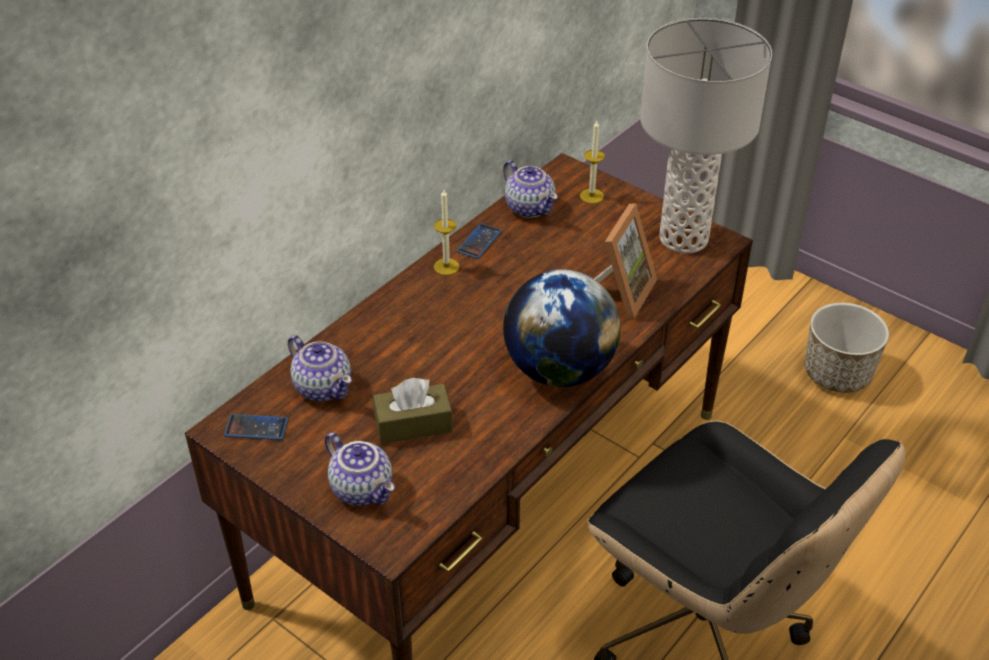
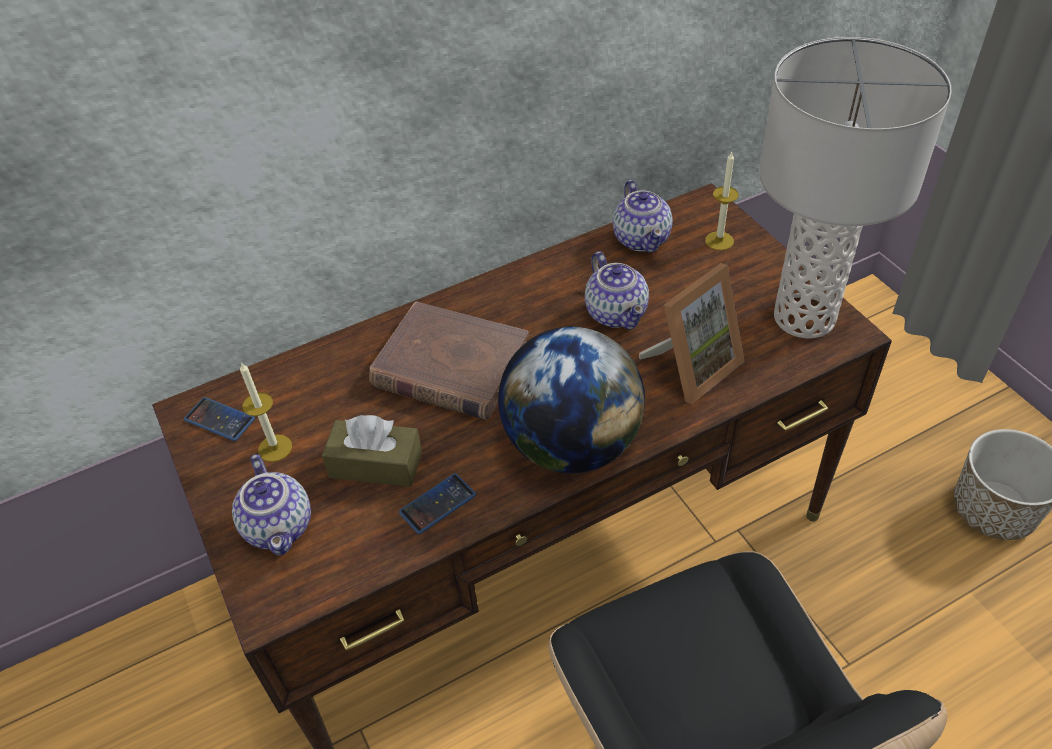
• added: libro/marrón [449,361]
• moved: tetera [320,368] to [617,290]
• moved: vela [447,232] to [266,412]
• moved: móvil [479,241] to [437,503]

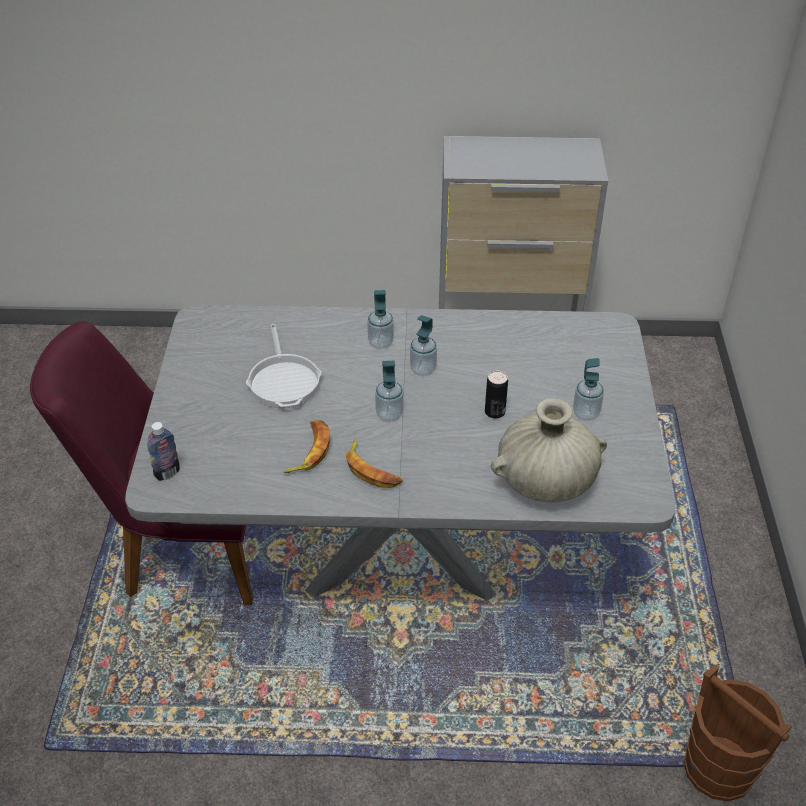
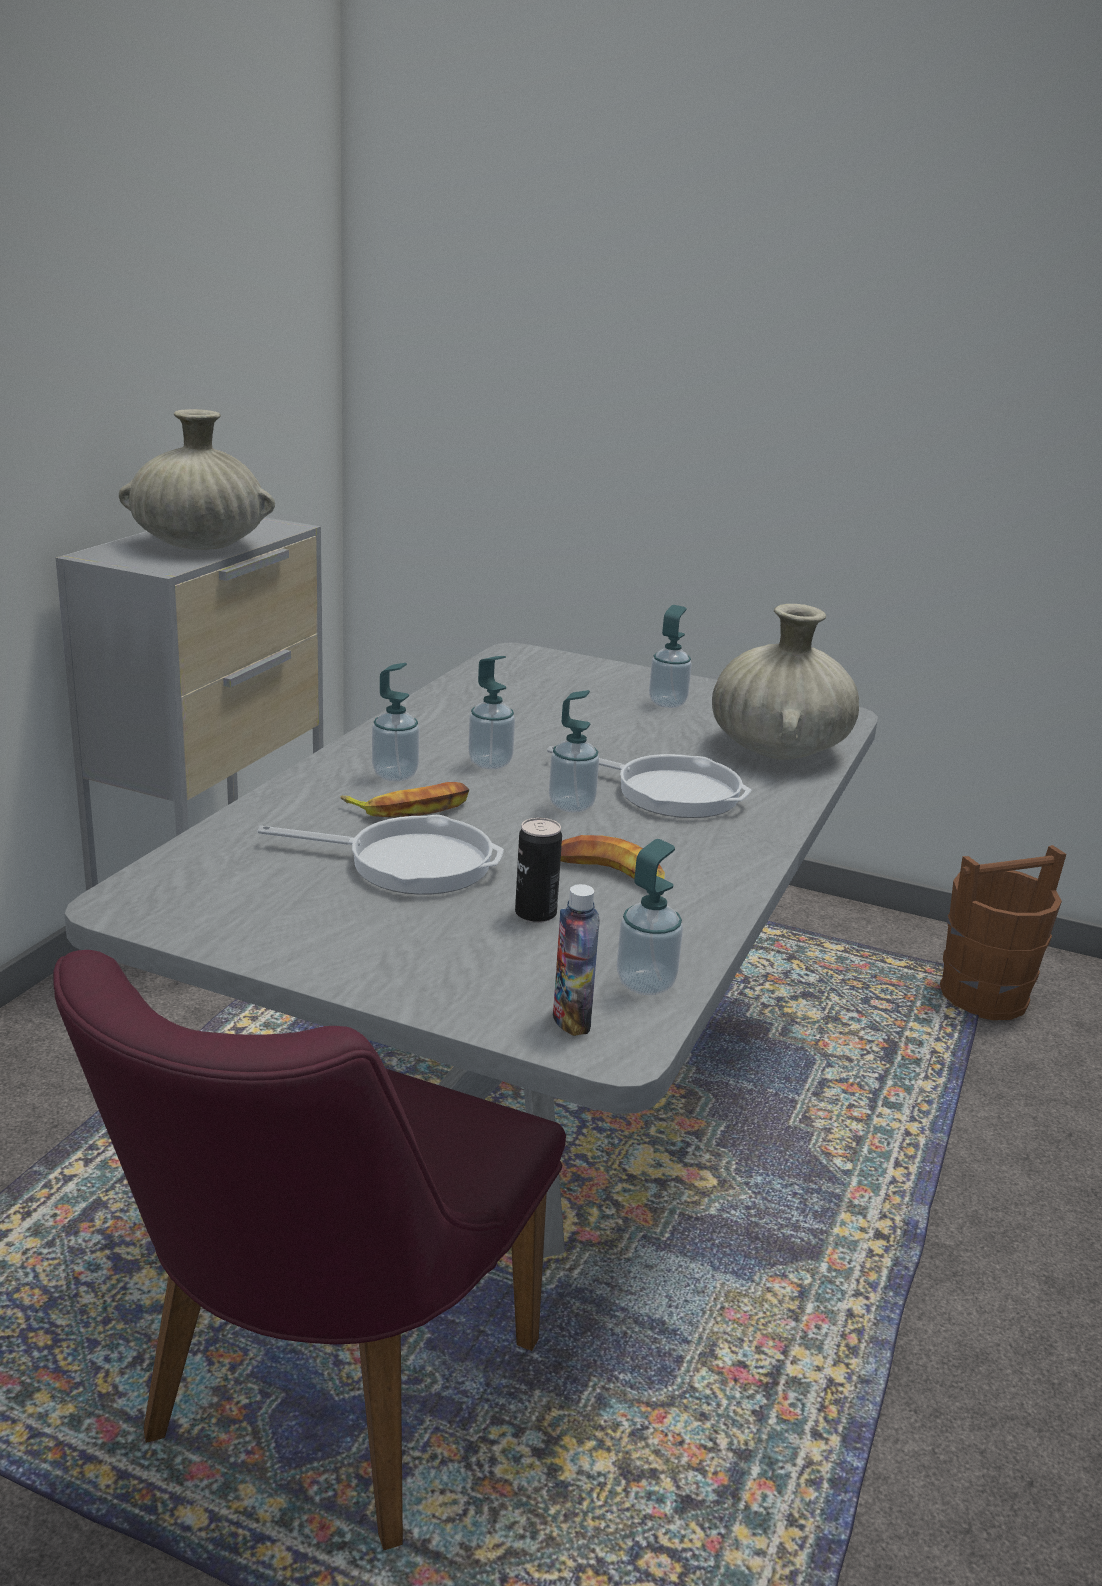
• added: florero/beis [197,479]
• added: sartén [649,782]
• added: dispensador de jabón [650,917]
• moved: plátano [374,463] to [405,800]
• moved: lata [496,394] to [538,870]

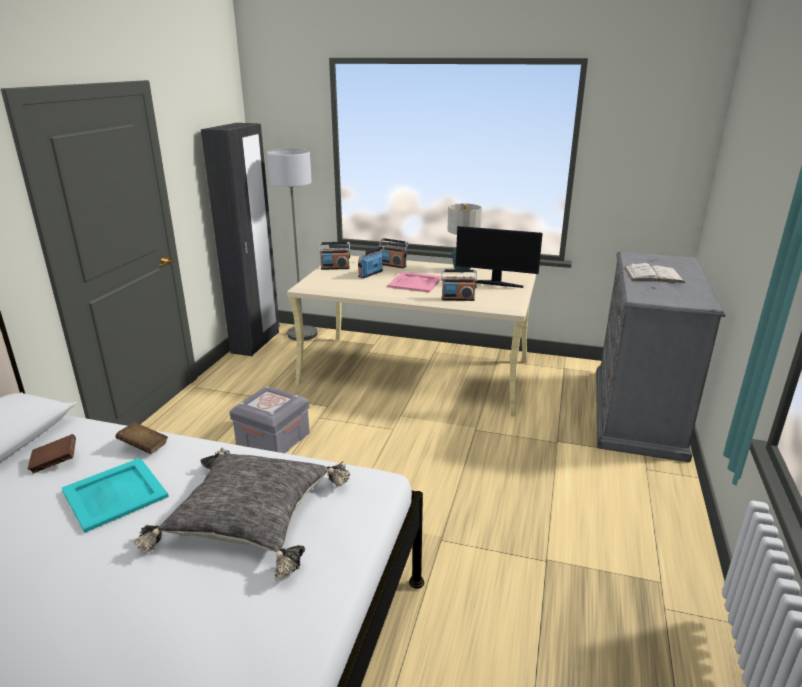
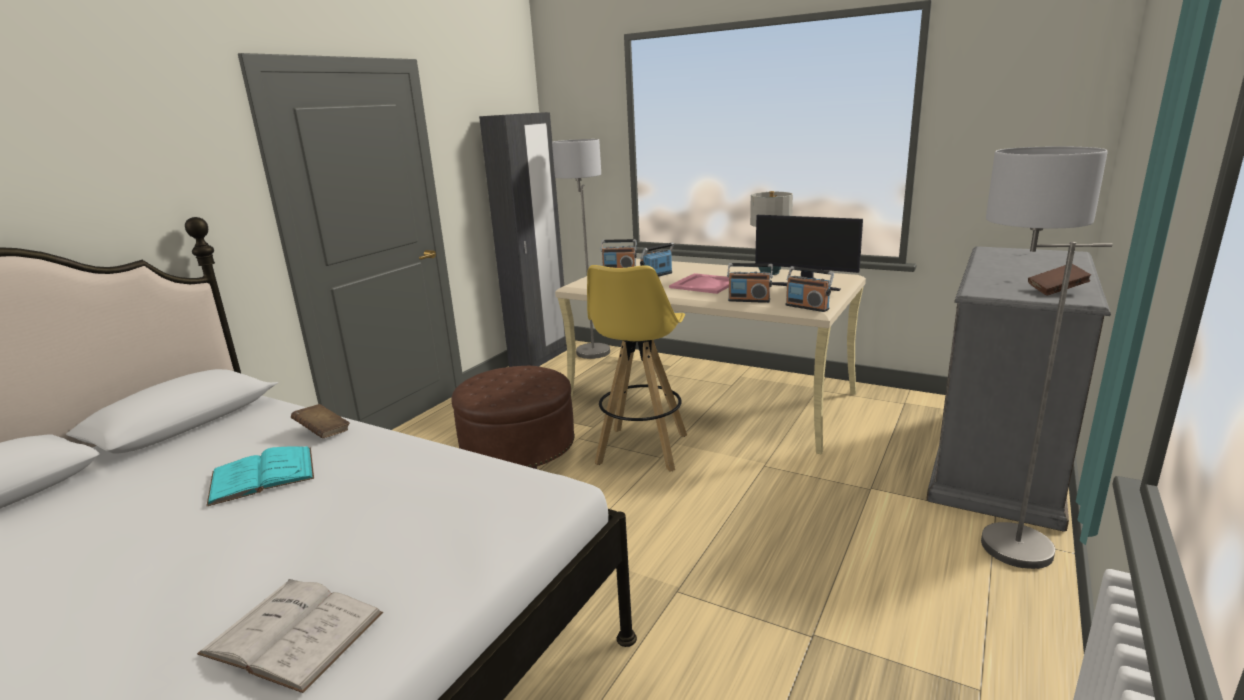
• removed: cojín [242,514]
• added: taburete/amarillo [637,368]
• added: lámpara de pie/gris [1047,357]
• moved: libro/marrón [52,453] to [1059,279]
• moved: radio [393,253] to [810,289]
• moved: libro/blanco [654,273] to [290,636]
• replaced: bandeja/turquesa [115,495] to libro/turquesa [260,476]
• replaced: caja de almacenaje/gris [270,419] to puf/marrón [513,417]

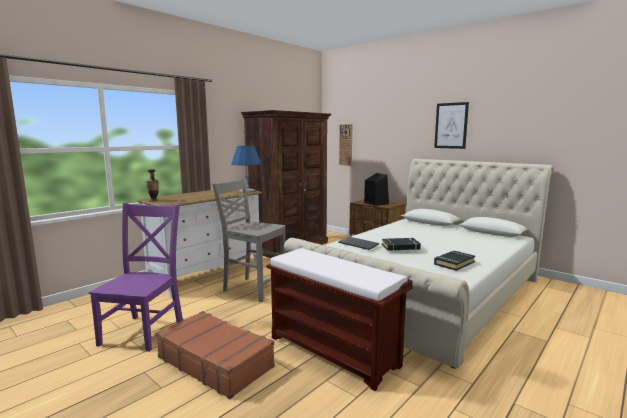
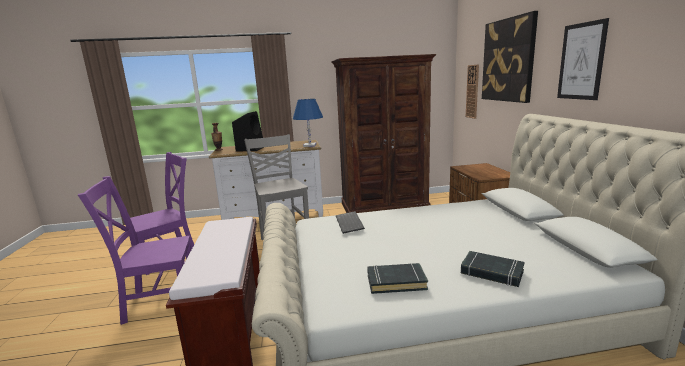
• added: cuadro [510,57]
• moved: altavoz/negro [376,189] to [248,131]
• moved: libro/negro [401,244] to [493,269]
• replaced: maleta/marrón [215,355] to silla/morado [134,250]

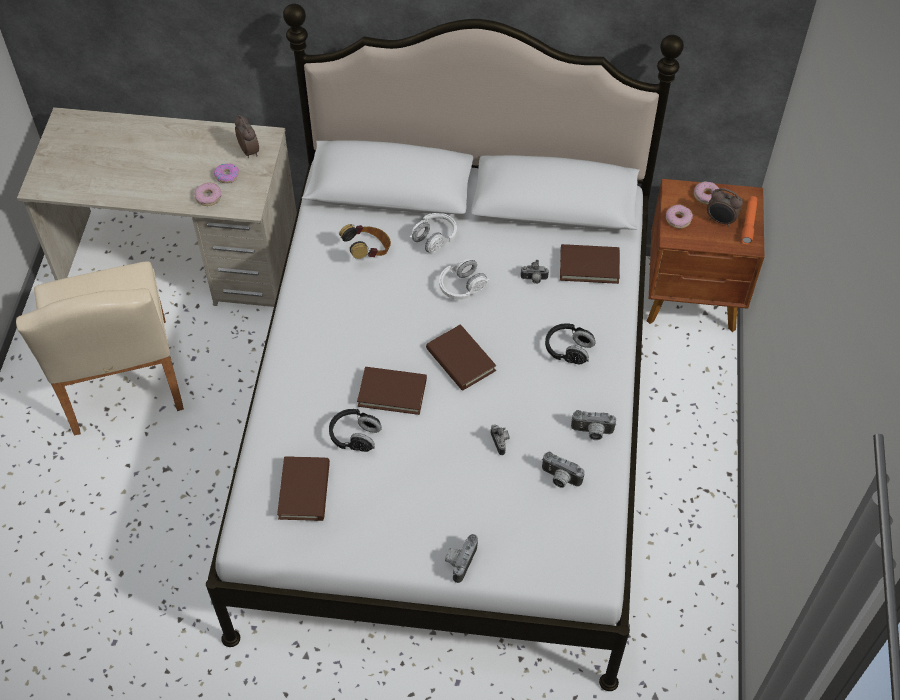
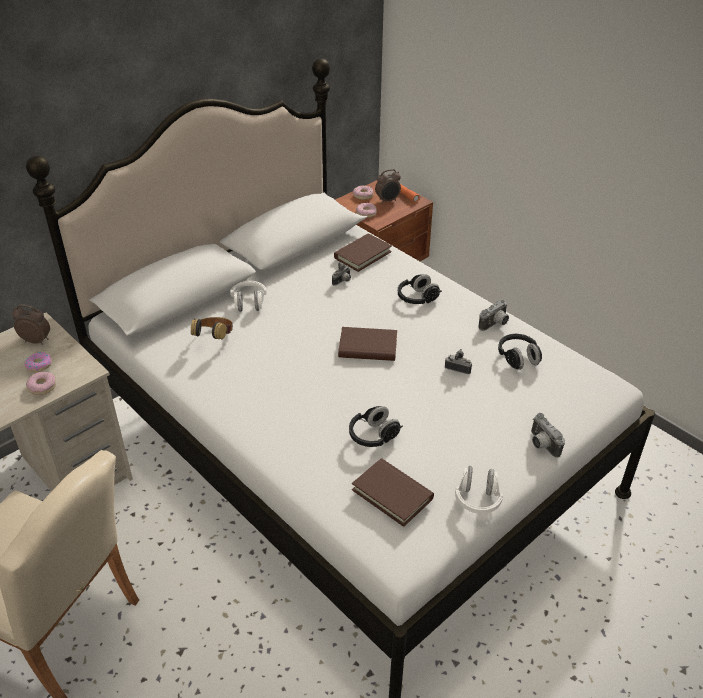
• removed: libro/marrón [392,391]
• moved: auriculares/blanco [464,279] to [479,490]
• replaced: cámara [563,470] to auriculares/negro [520,352]

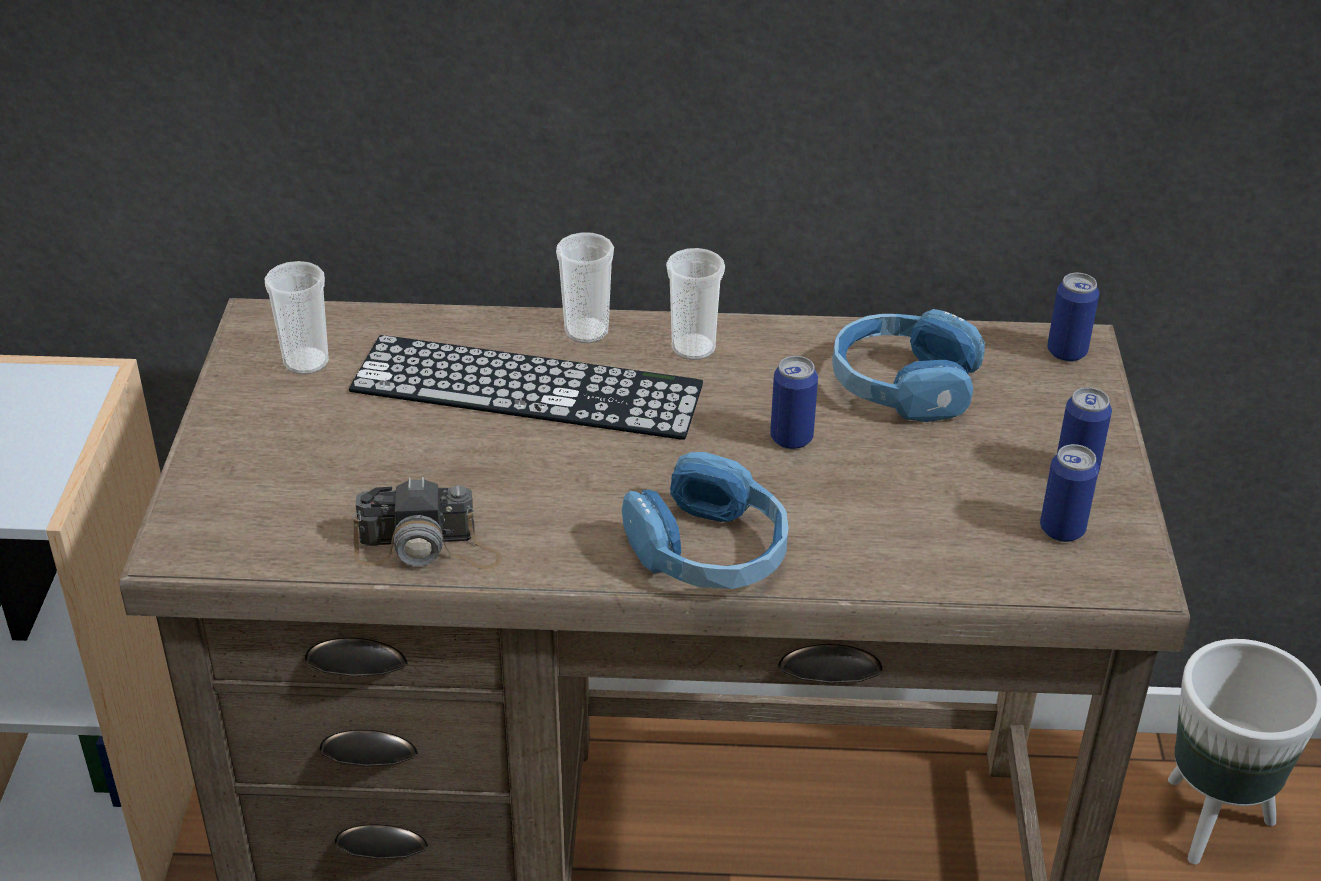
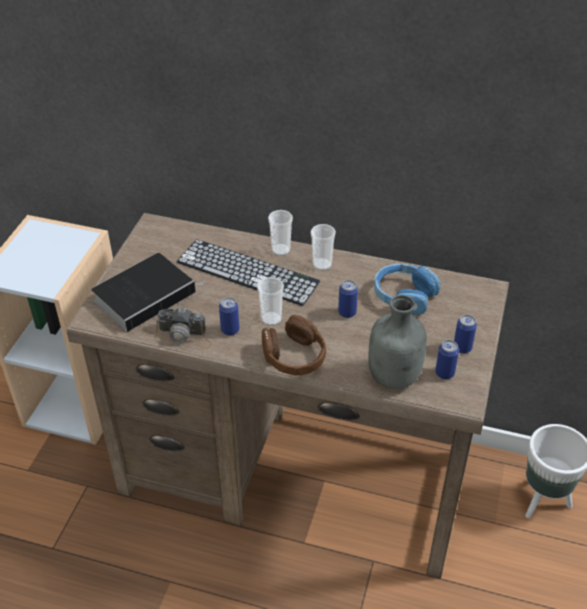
• added: libro [148,292]
• added: botella/gris [397,342]
• moved: taza [297,318] to [270,301]
• moved: lata [1073,317] to [229,316]
• recoloured: auriculares/azul [705,520] to auriculares/marrón [294,345]

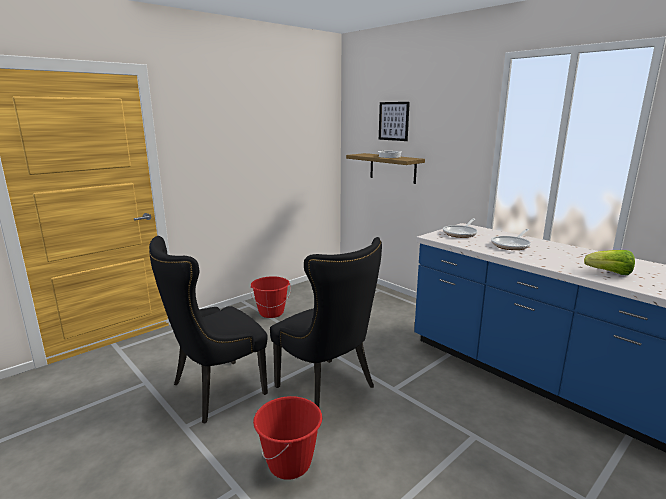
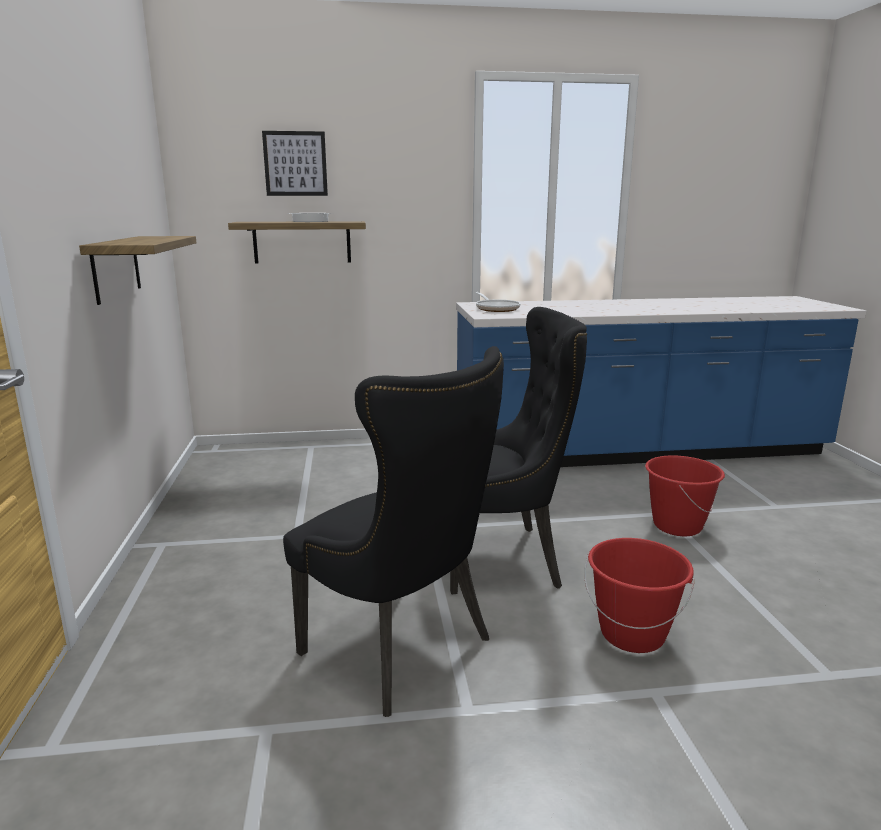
• removed: sartén [511,239]
• removed: lechuga [609,262]
• added: estante [137,270]
• moved: cubo/rojo [270,297] to [685,495]
• turned: silla/negro [208,330] = [393,531] 45 degrees counterclockwise

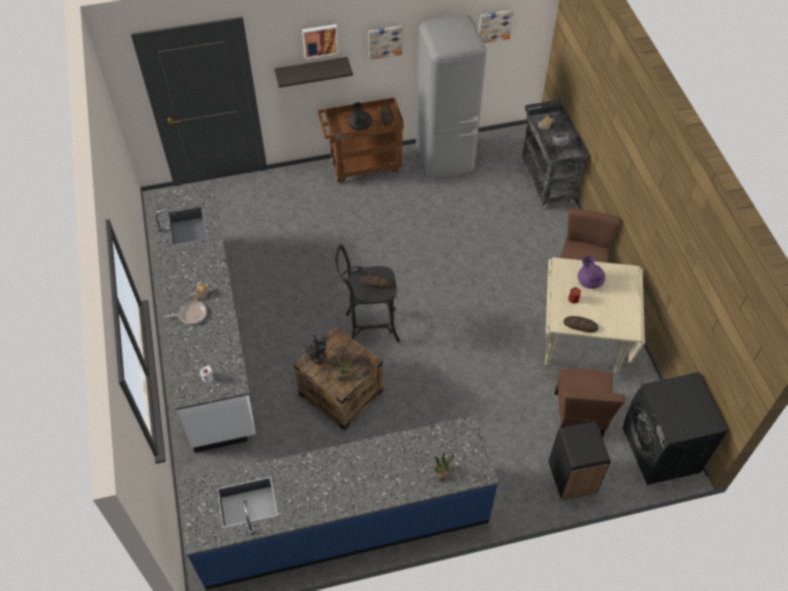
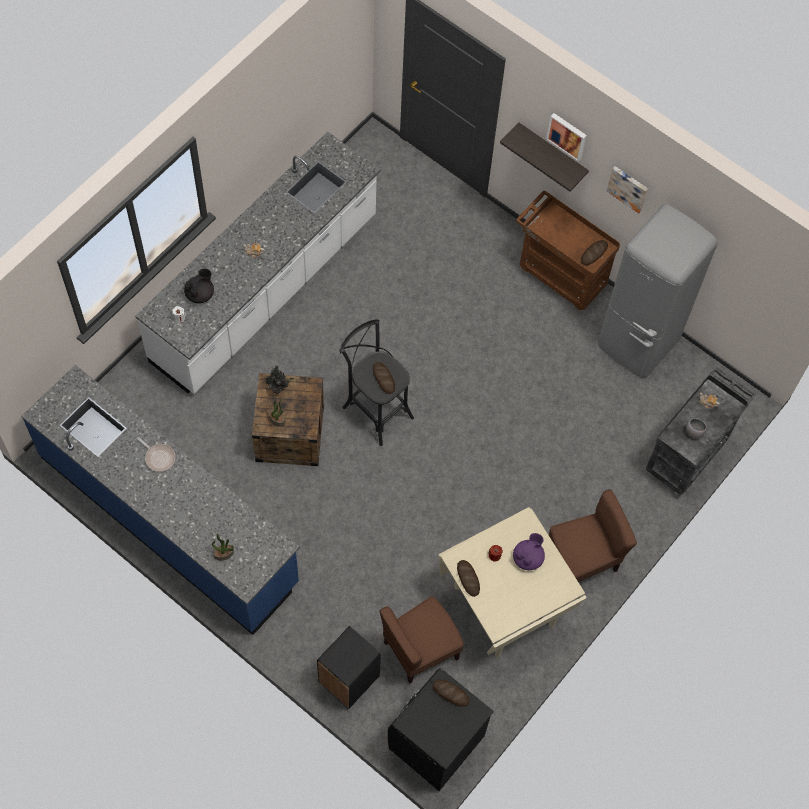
• removed: cuadro [496,26]
• added: pan [451,693]
• moved: sartén [185,312] to [156,454]
• moved: tetera/negro [360,116] to [199,286]

